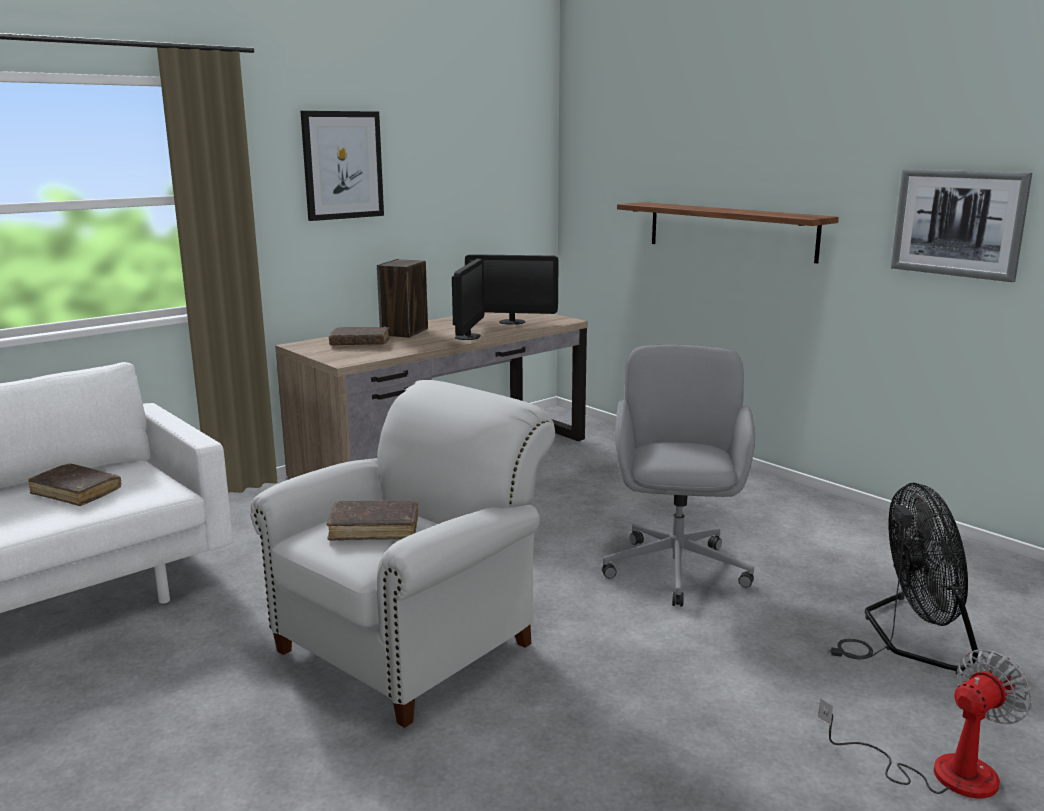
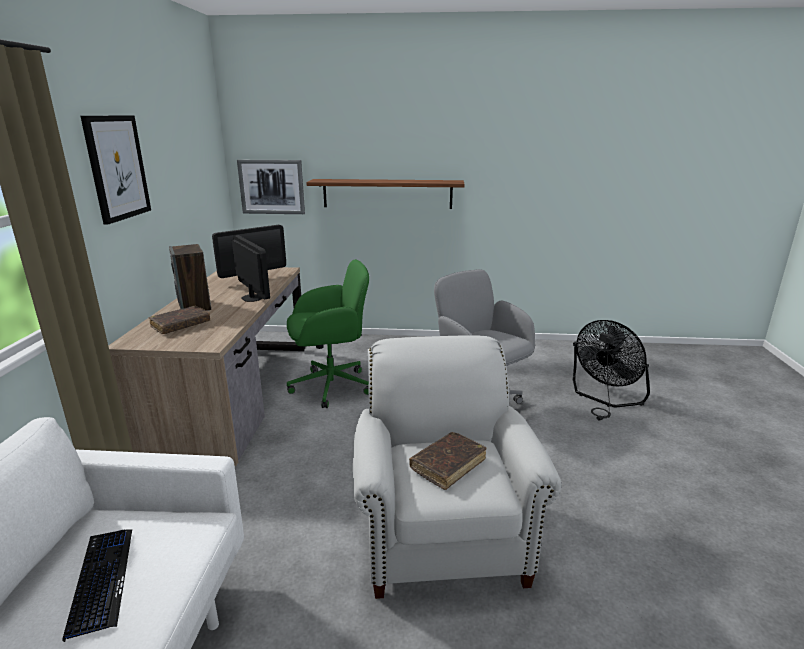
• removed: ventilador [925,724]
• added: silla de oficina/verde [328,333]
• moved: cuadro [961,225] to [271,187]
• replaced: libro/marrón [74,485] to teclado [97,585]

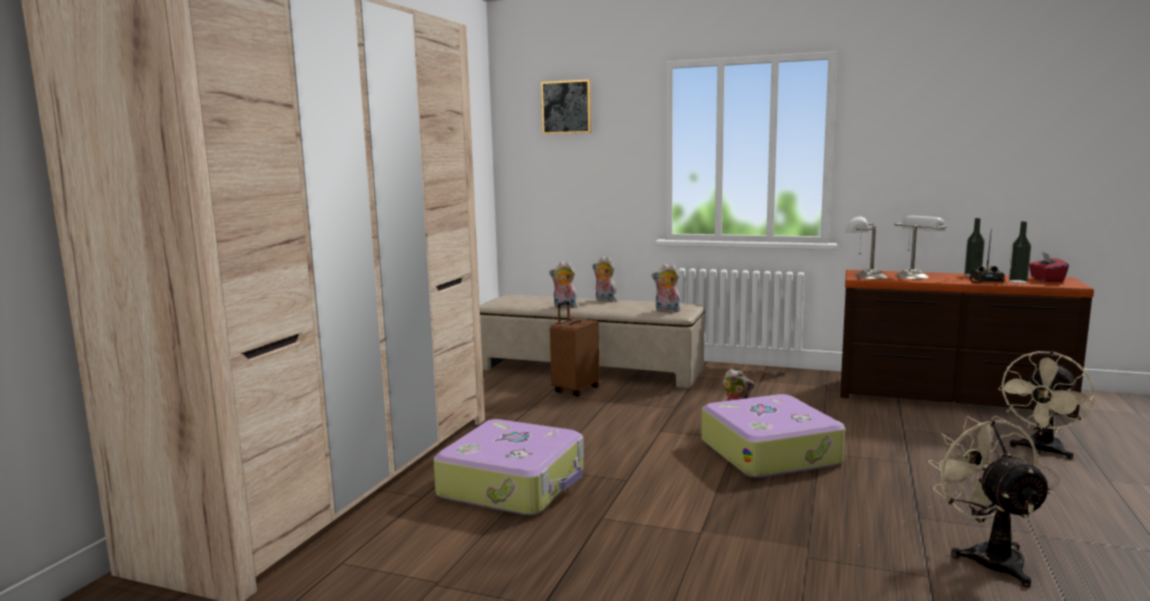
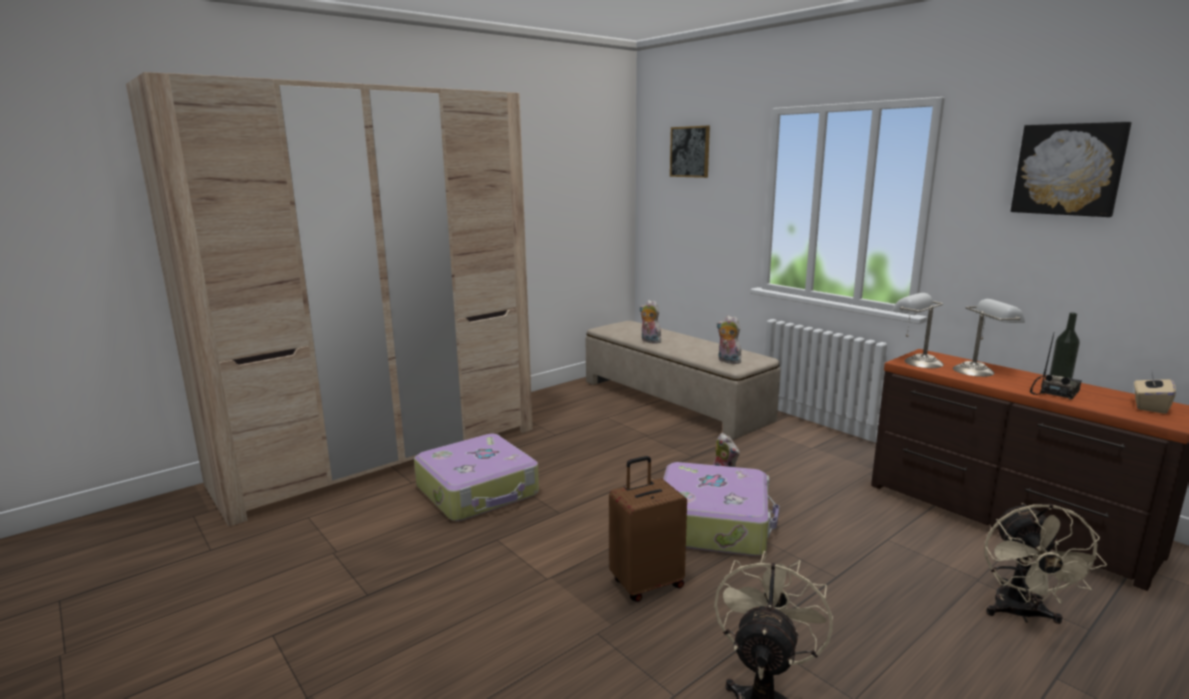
• removed: peluche [605,279]
• removed: botella [1020,252]
• added: cuadro [1071,169]
• moved: maleta/marrón [575,349] to [648,529]
• recoloured: caja de pañuelos/rojo [1049,267] to caja de pañuelos/beis [1155,393]
• turned: ventilador/beis [1046,405] = [1045,563] 60 degrees counterclockwise

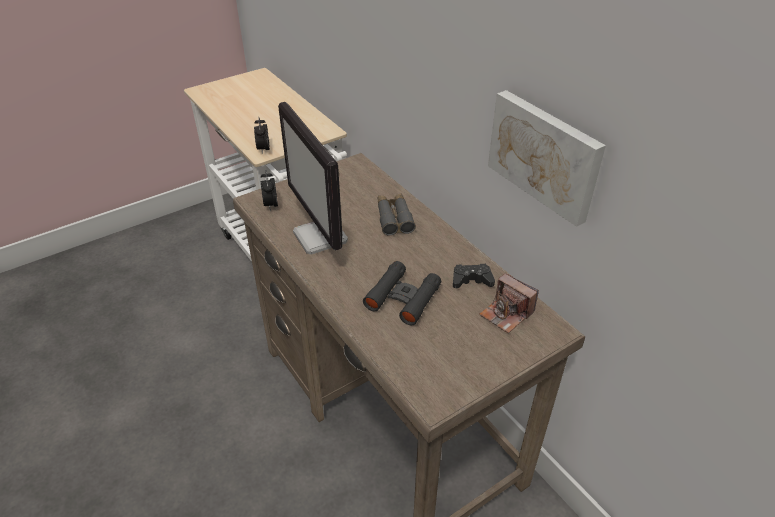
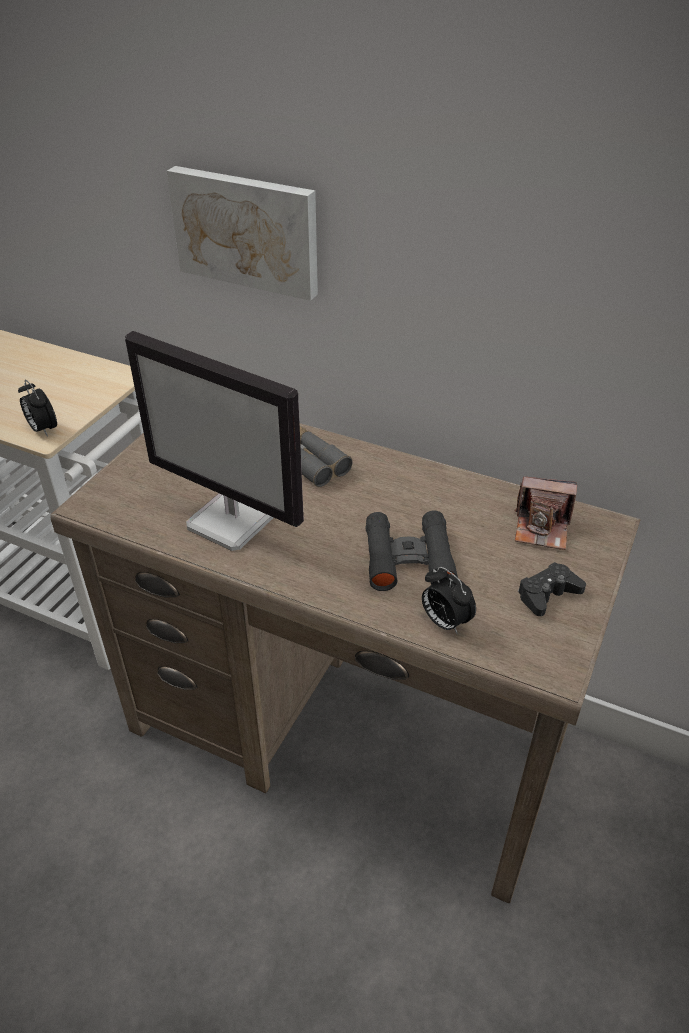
• moved: despertador [269,191] to [449,601]
• moved: mando de consola/negro [474,276] to [552,589]
• moved: cuadro [547,158] to [242,233]

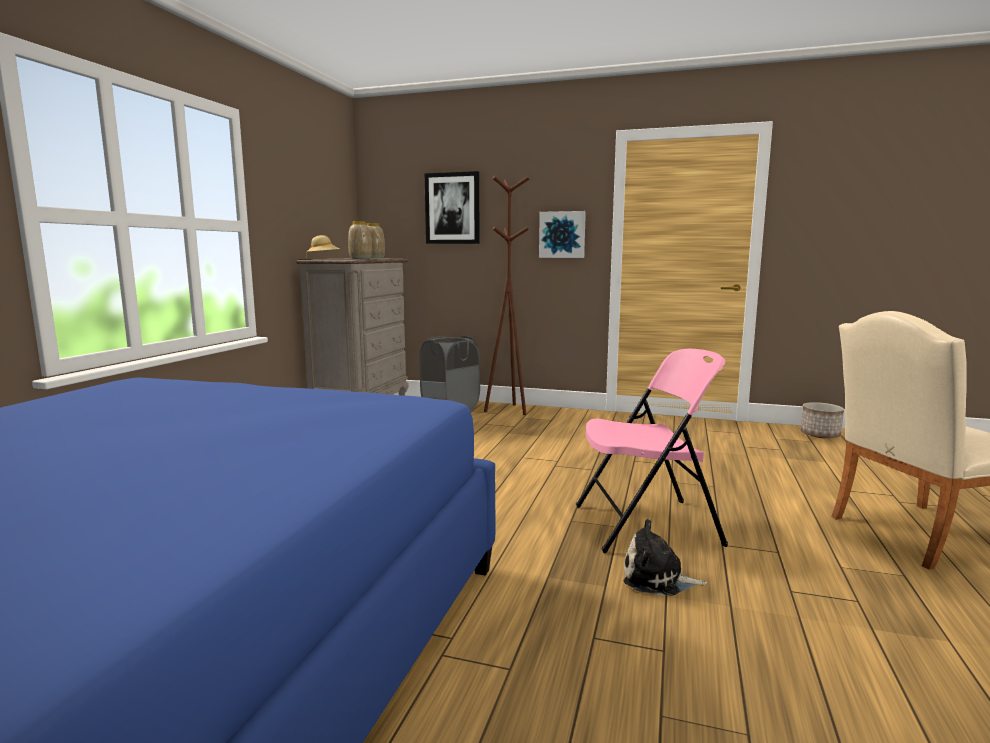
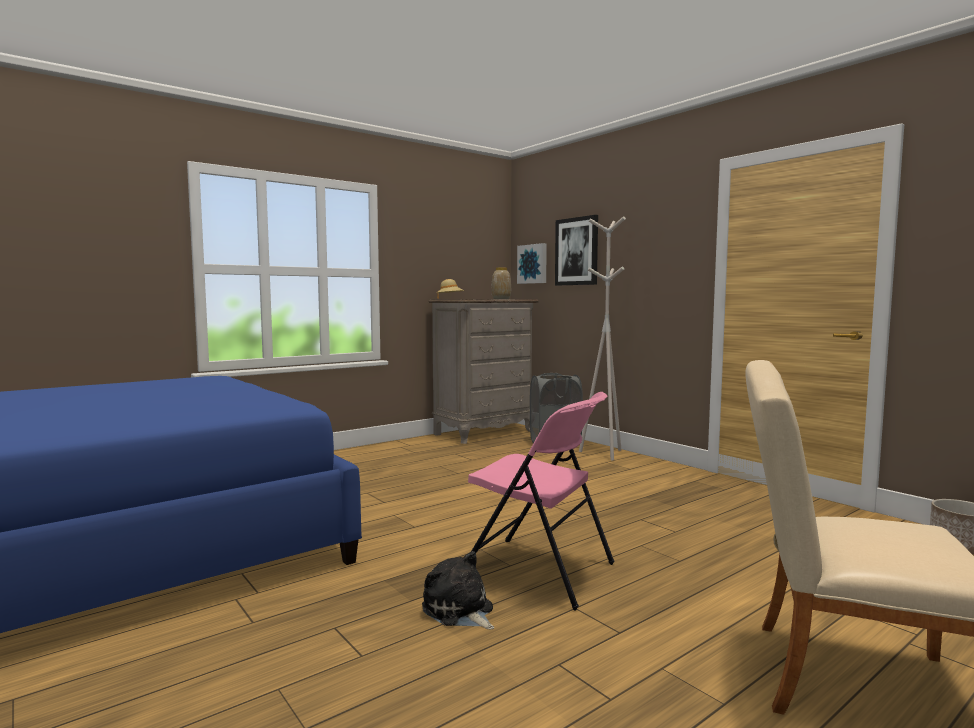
• removed: florero [360,240]
• moved: cuadro [562,234] to [532,263]
• recoloured: perchero/marrón [506,295] to perchero/gris [602,338]

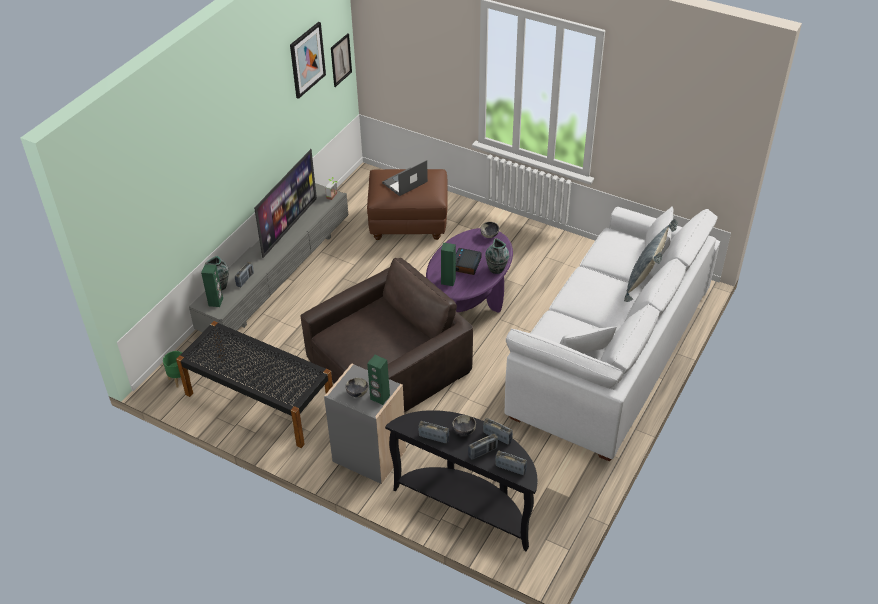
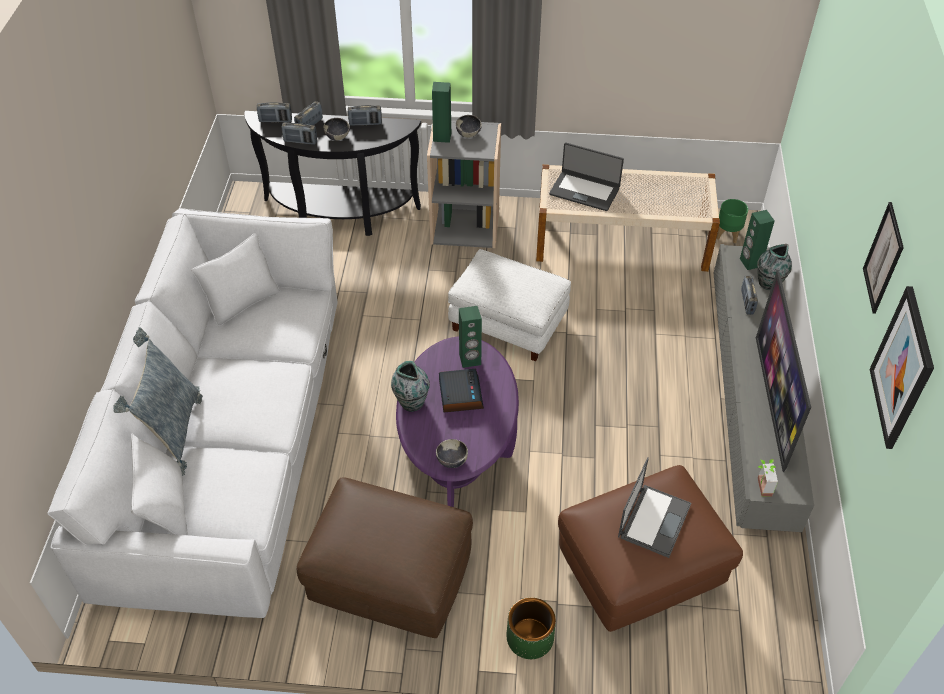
• added: puf/marrón [385,557]
• added: maceta/verde [531,628]
• added: portátil [586,176]
• moved: cuadro [341,60] to [883,258]
• replaced: sillón/marrón [386,335] to puf/blanco [509,305]
• recoloured: banco/negro [254,384] to banco/beis [628,218]

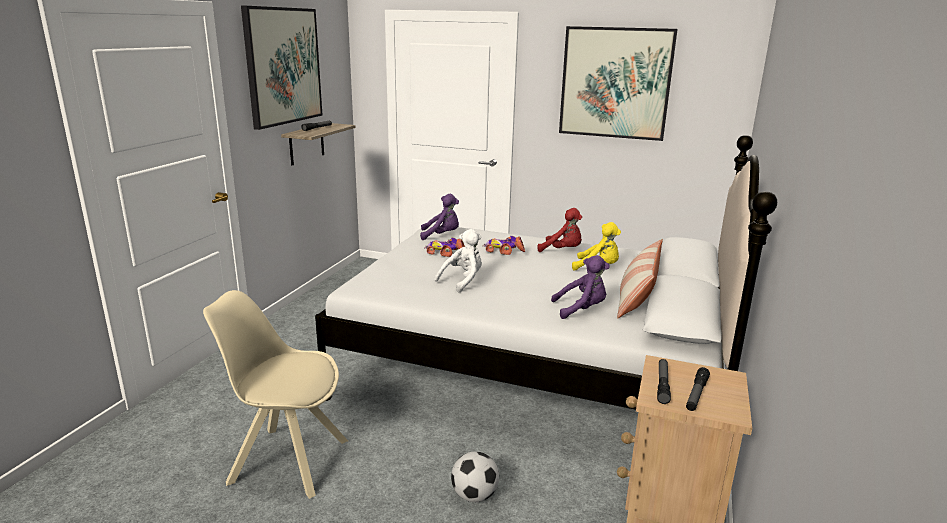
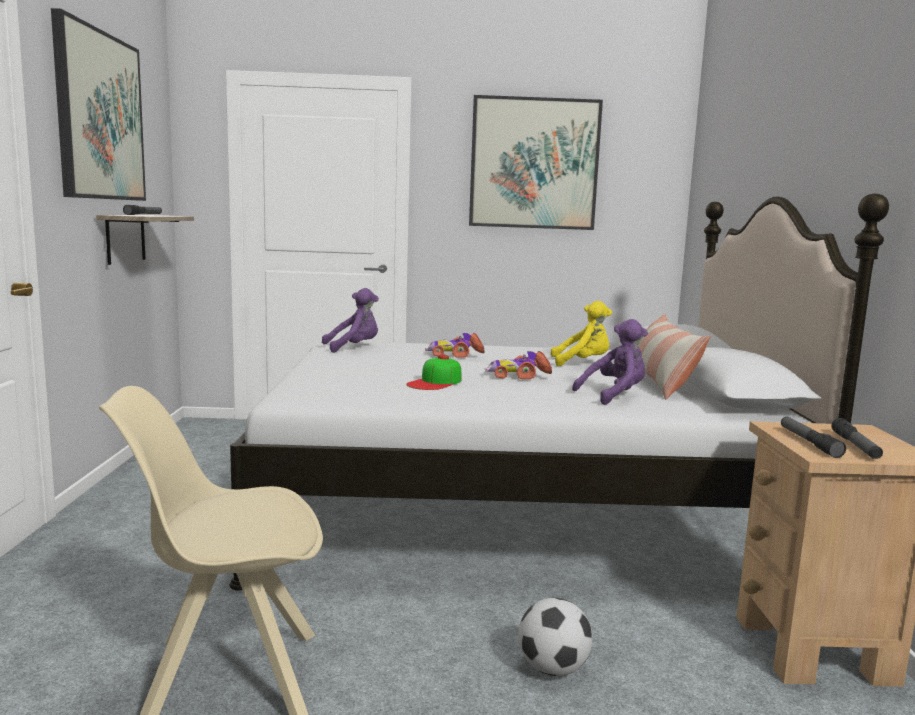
• removed: peluche/rojo [559,230]
• moved: coche de juguete [444,247] to [518,365]
• replaced: peluche/blanco [458,260] to gorra [433,372]

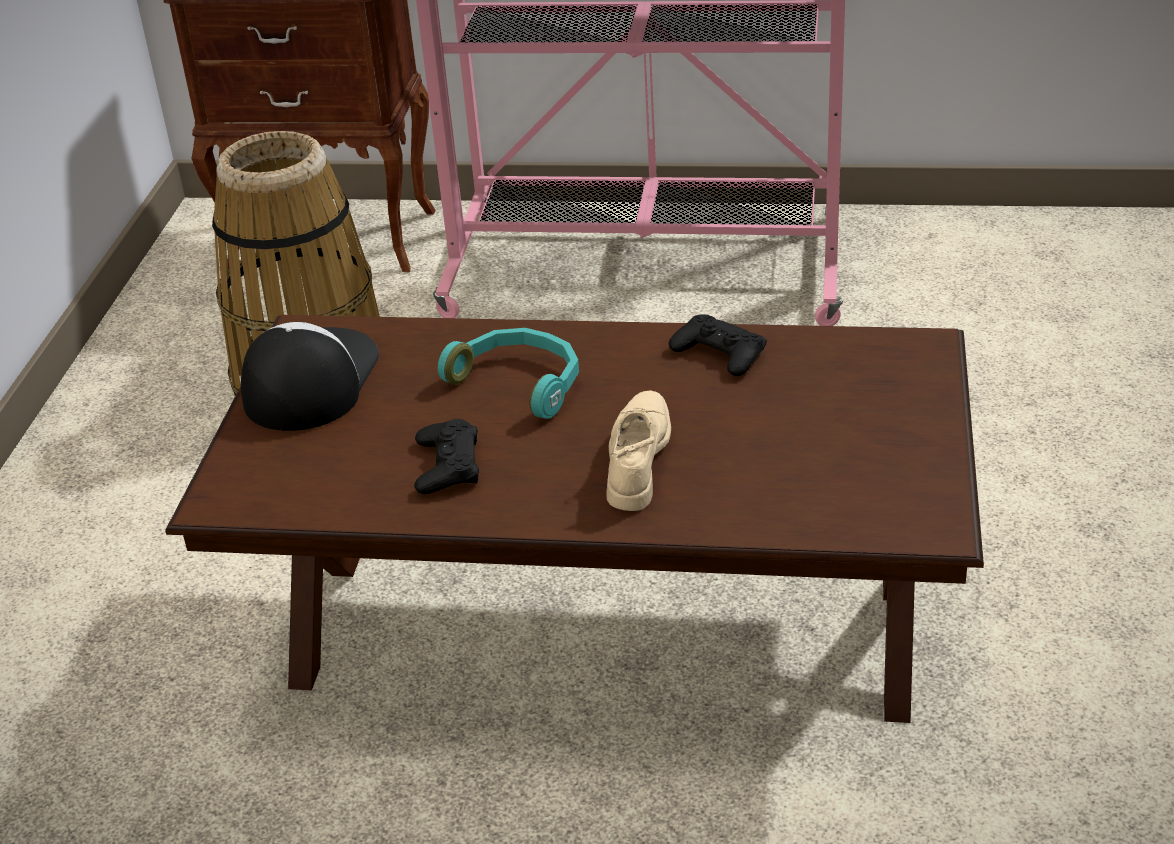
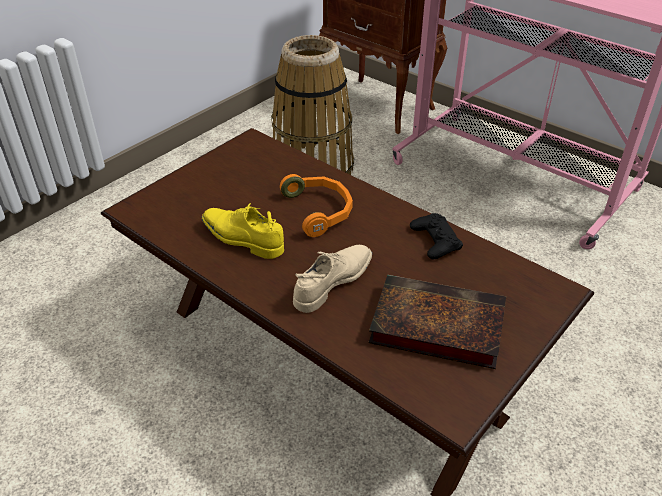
• removed: gorra [310,376]
• added: libro [437,322]
• replaced: mando de consola/negro [446,456] to zapato/amarillo [243,231]
• recoloured: auriculares/turquesa [508,373] to auriculares/naranja [316,205]

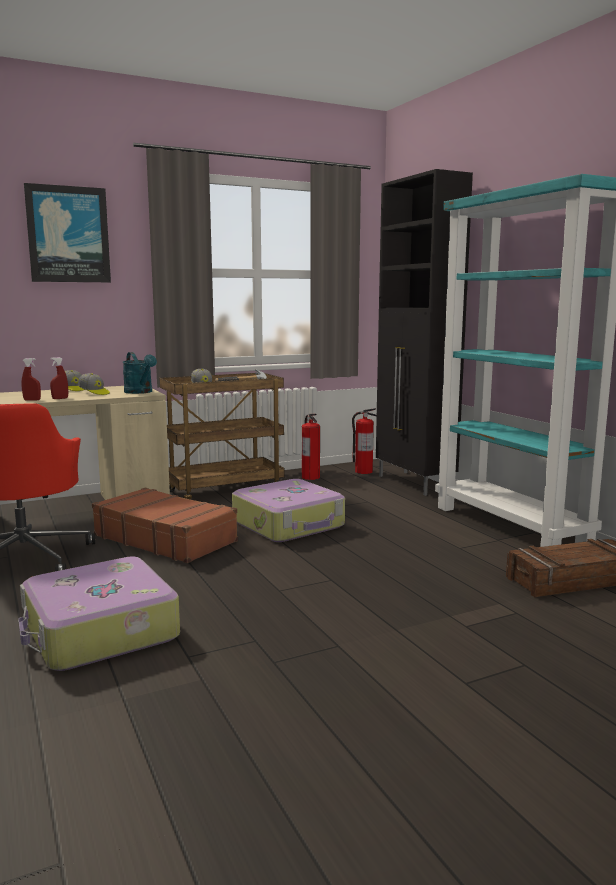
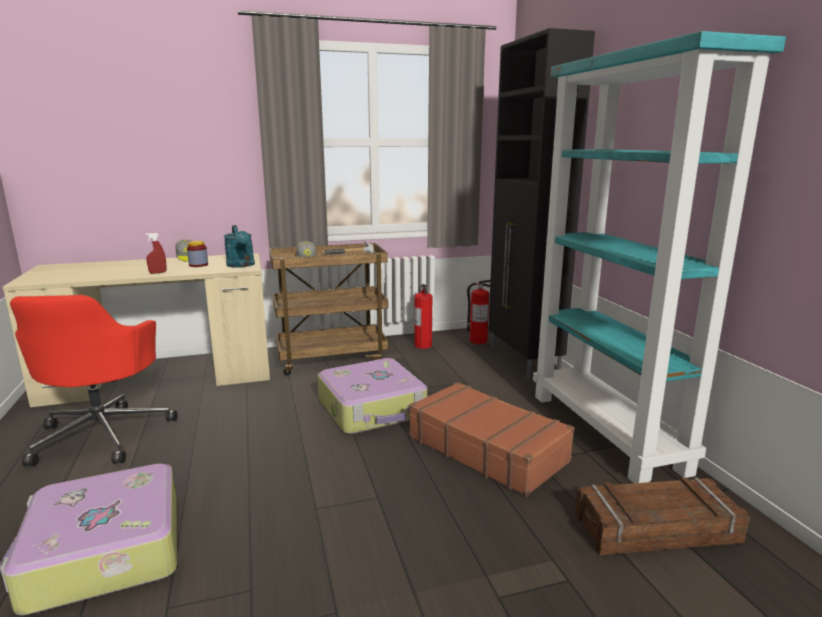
• removed: pulverizador/rojo [31,379]
• removed: cuadro [67,232]
• moved: maleta/marrón [165,525] to [492,439]
• replaced: gorra [94,384] to tarro [197,254]

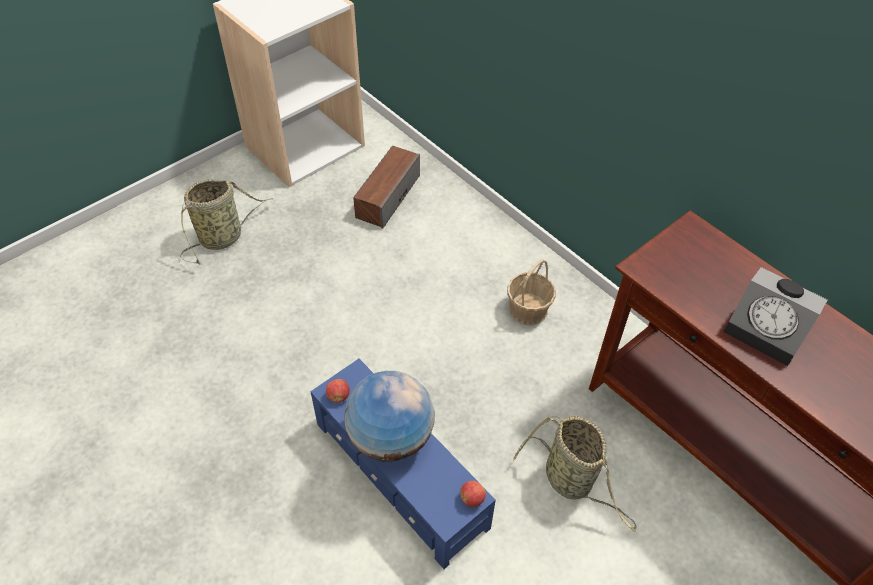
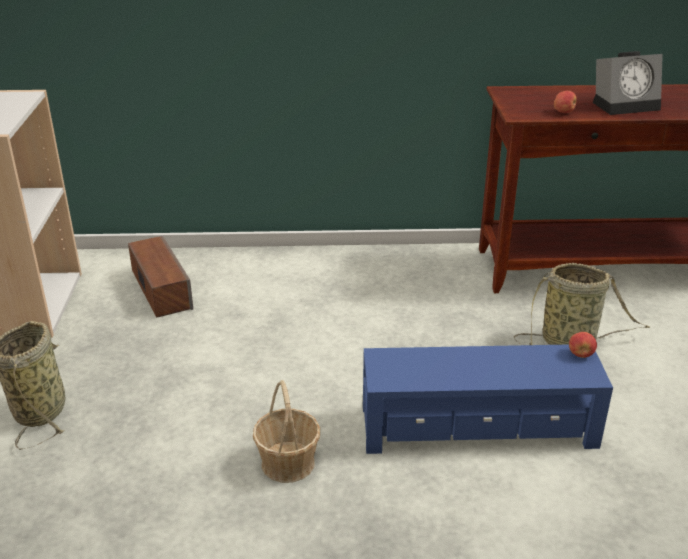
• removed: globo terráqueo [389,416]
• moved: manzana [338,390] to [565,102]
• moved: cesta [531,292] to [286,431]

